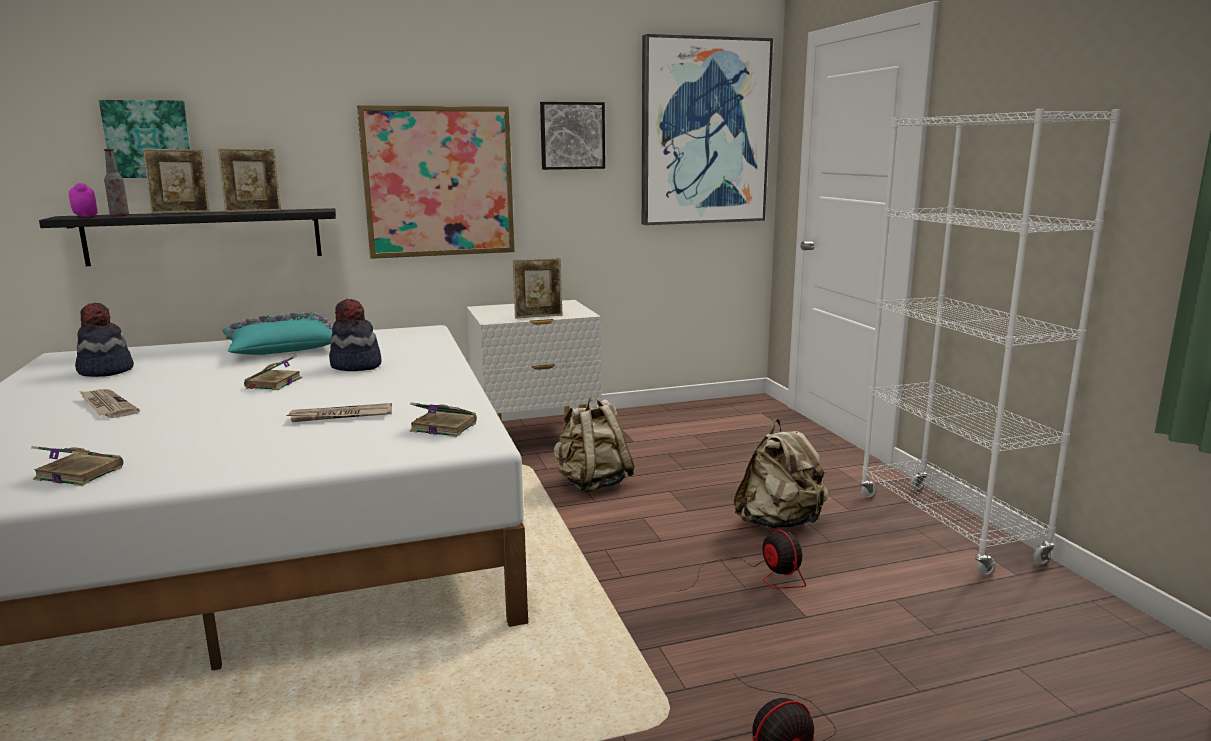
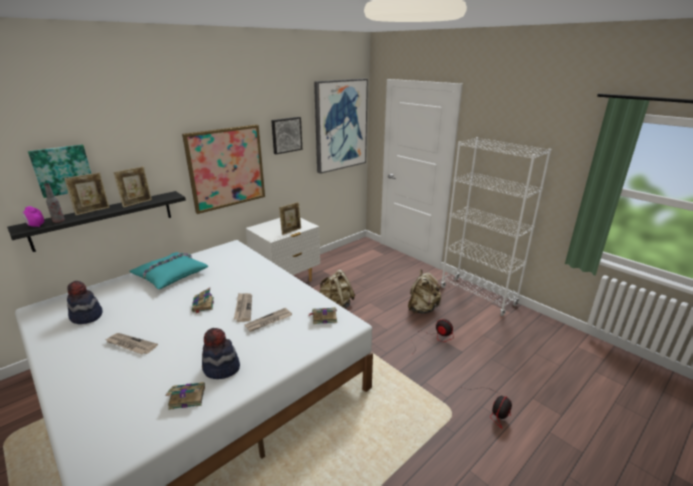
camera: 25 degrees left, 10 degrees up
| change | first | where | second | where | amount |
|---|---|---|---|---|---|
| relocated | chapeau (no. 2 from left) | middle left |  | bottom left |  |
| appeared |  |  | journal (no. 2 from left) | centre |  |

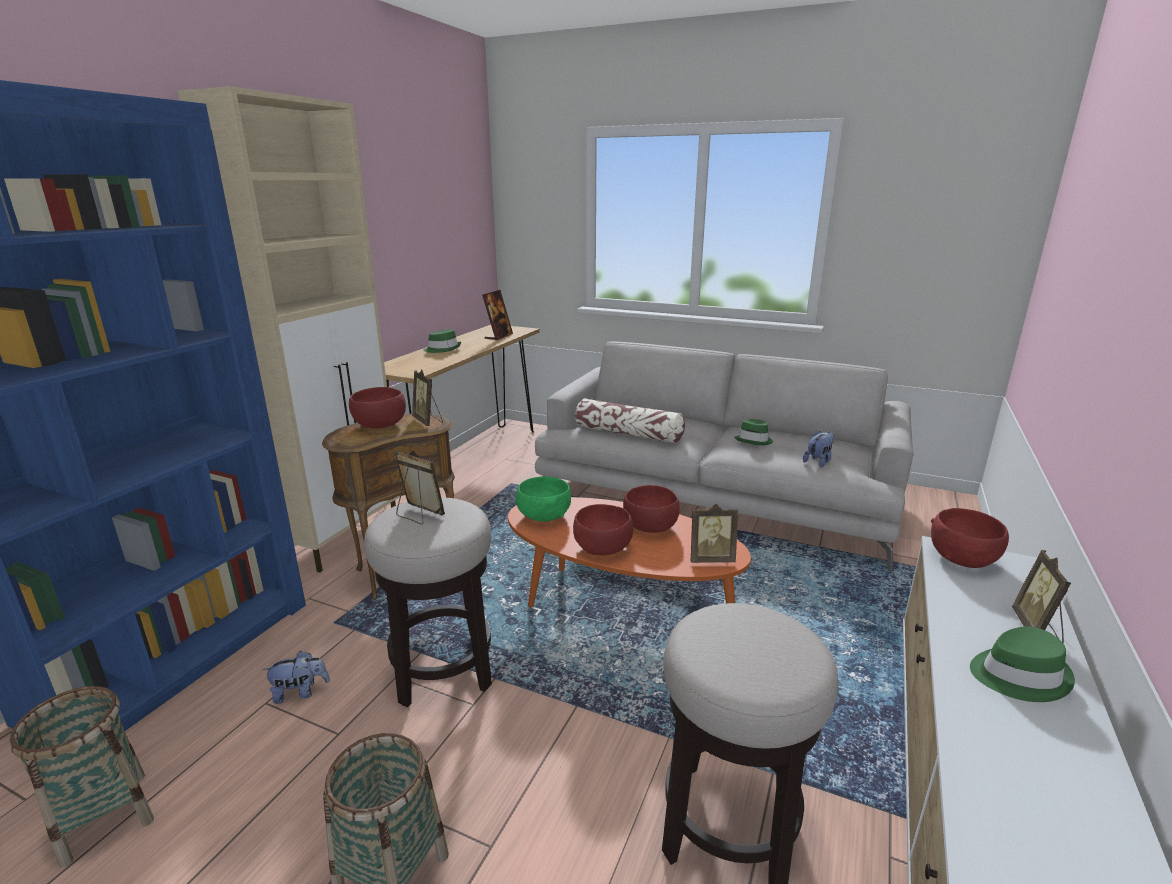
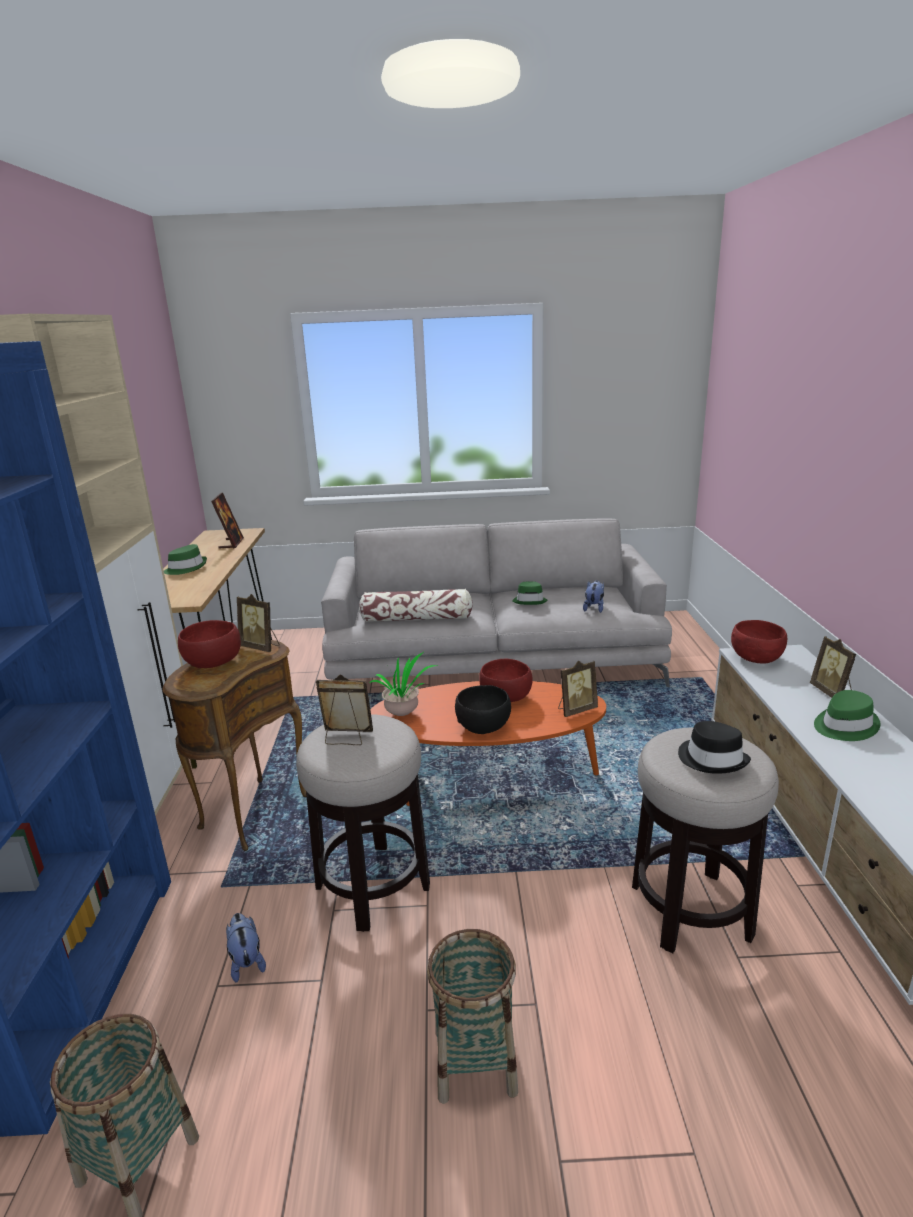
camera: 25 degrees left, 0 degrees up
| change | first | where | second | where | amount |
|---|---|---|---|---|---|
| spun | peluche (no. 1 from left) | bottom left |  | bottom left | 75 degrees counterclockwise |
| exchanged | bol [vert] | centre | plante en pot | centre |  |
| colour | bol [rouge] (no. 2 from left) | centre | bol [noir] | centre |  |
| appeared |  |  | chapeau [noir] | middle right |  |

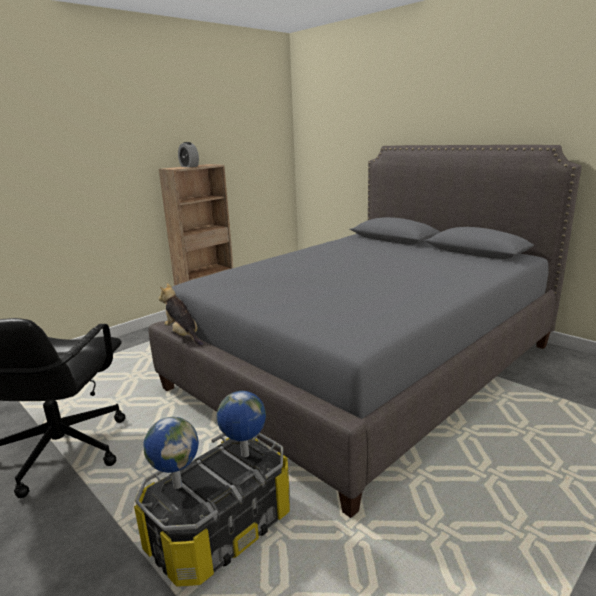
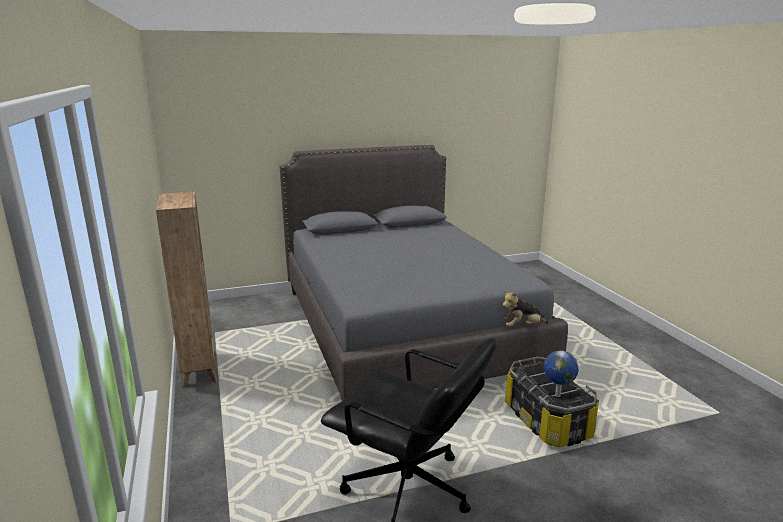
camera: 65 degrees left, 0 degrees up
| change | first | where | second | where | amount |
|---|---|---|---|---|---|
| relocated | peluche | middle left |  | middle right |  |
| missing | réveil | top left |  |  |  |
| missing | globe (no. 2 from left) | bottom centre |  |  |  |

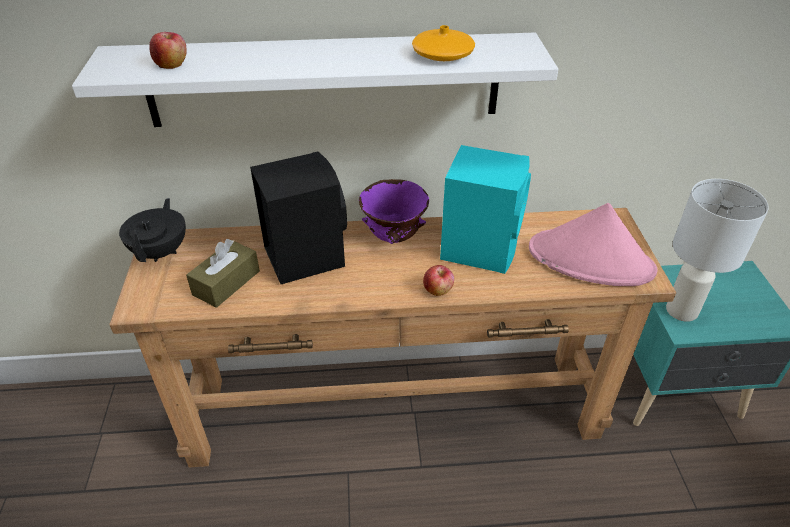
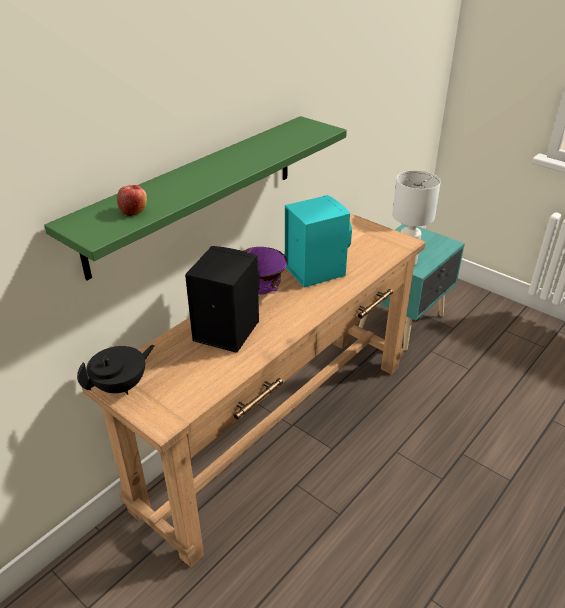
camera: 45 degrees left, 5 degrees down
| change | first | where | second | where | amount |
|---|---|---|---|---|---|
| colour | étagère [blanc] | top centre | étagère [vert] | top centre |  |
| spun | théière [noir] | middle left |  | middle left | 90 degrees clockwise |
| missing | boîte à mouchoirs [marron] | middle left |  |  |  |
| missing | vase [orange] | top centre |  |  |  |
| missing | pomme (no. 2 from left) | centre |  |  |  |
| missing | chapeau [rose] | middle right |  |  |  |

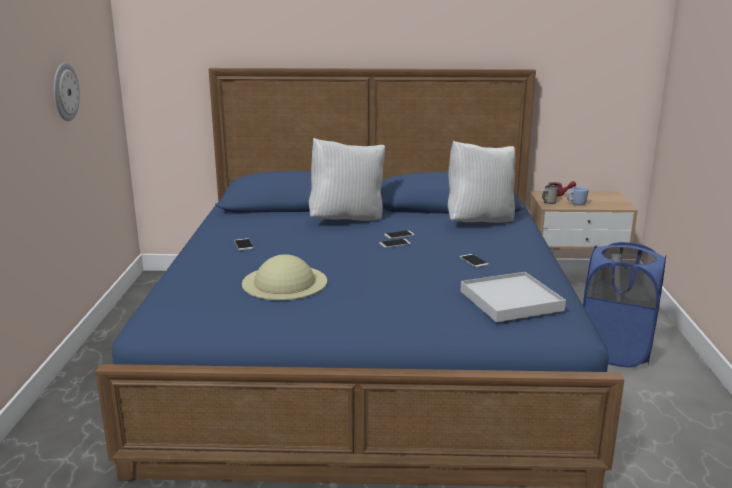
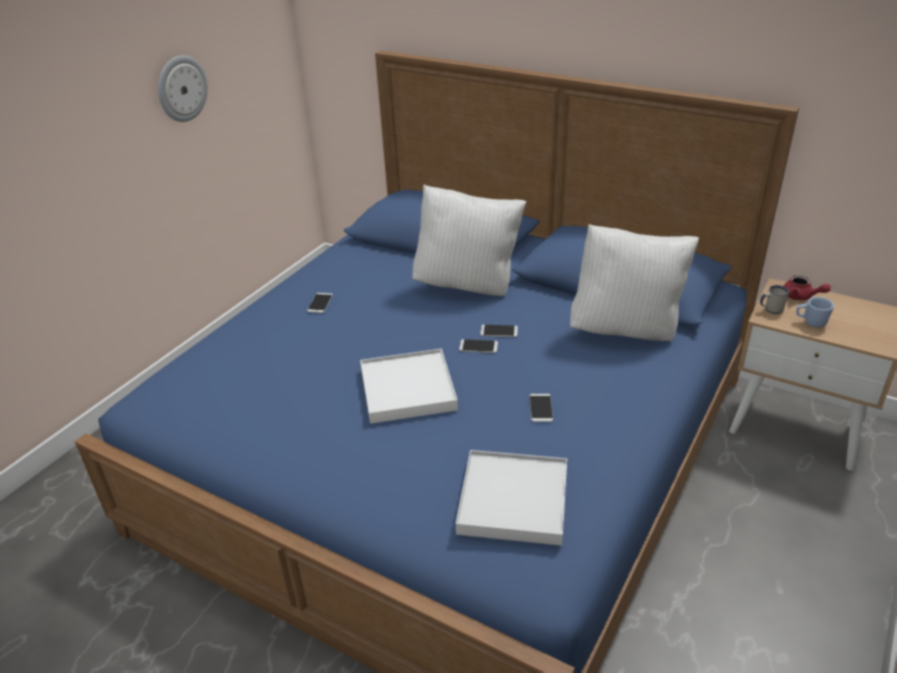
camera: 30 degrees right, 15 degrees up
| change | first | where | second | where | amount |
|---|---|---|---|---|---|
| missing | chapeau [beige] | centre |  |  |  |
| missing | panier à linge [bleu] | middle right |  |  |  |
| appeared |  |  | plateau [blanc] (no. 1 from left) | centre |  |

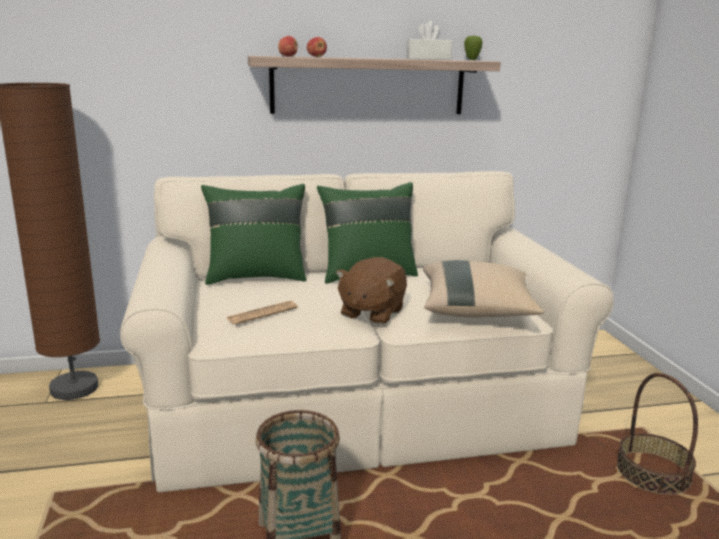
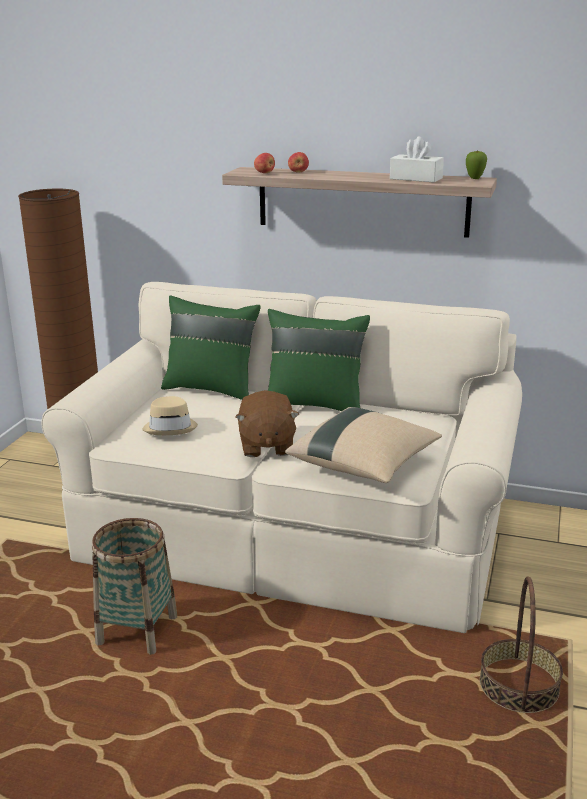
camera: 30 degrees right, 5 degrees up
| change | first | where | second | where | amount |
|---|---|---|---|---|---|
| exchanged | journal | centre | chapeau [beige] | middle left |  |
| spun | peluche [marron] | centre |  | centre | 60 degrees counterclockwise |

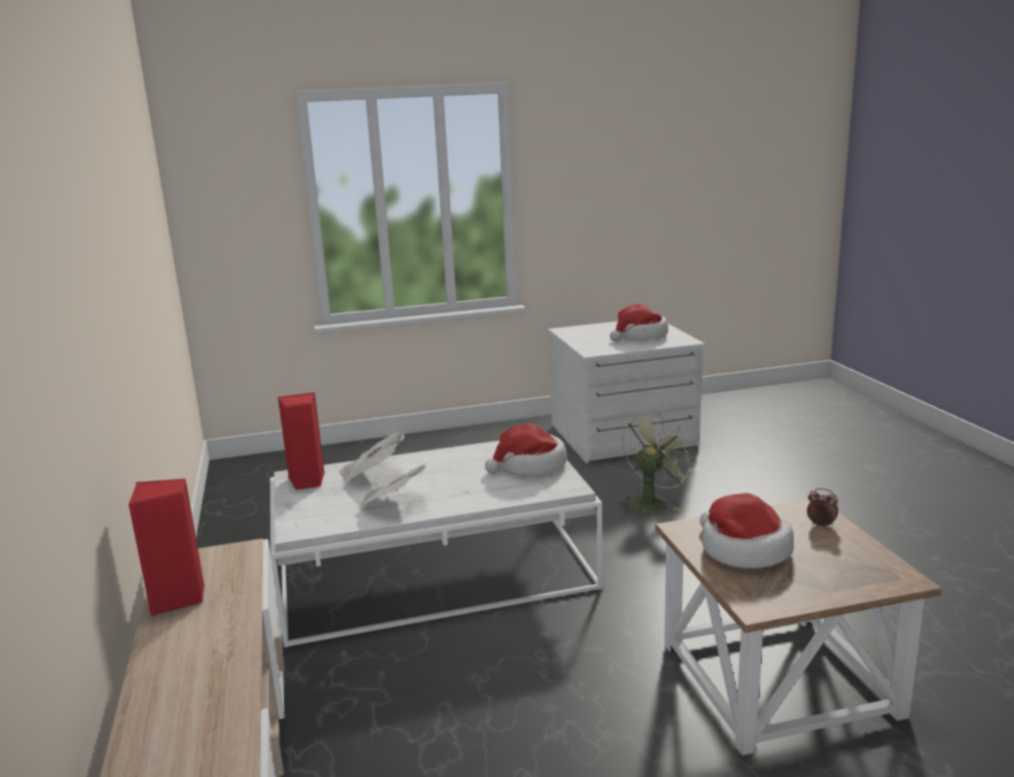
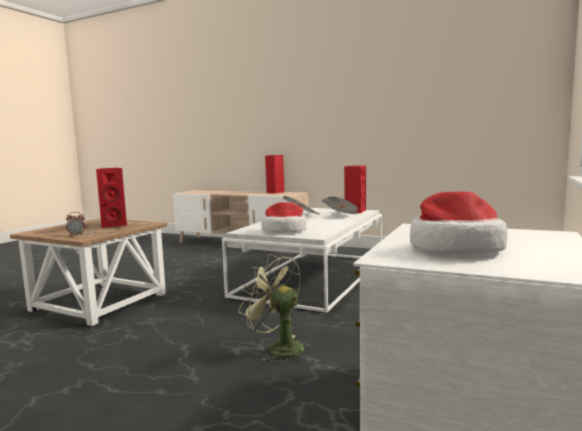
camera: 130 degrees right, 10 degrees down
| change | first | where | second | where | amount |
|---|---|---|---|---|---|
| spun | ventilateur [vert] | centre |  | bottom centre | 135 degrees clockwise |
| exchanged | chapeau (no. 3 from left) | bottom right | enceinte [rouge] (no. 1 from left) | middle left |  |

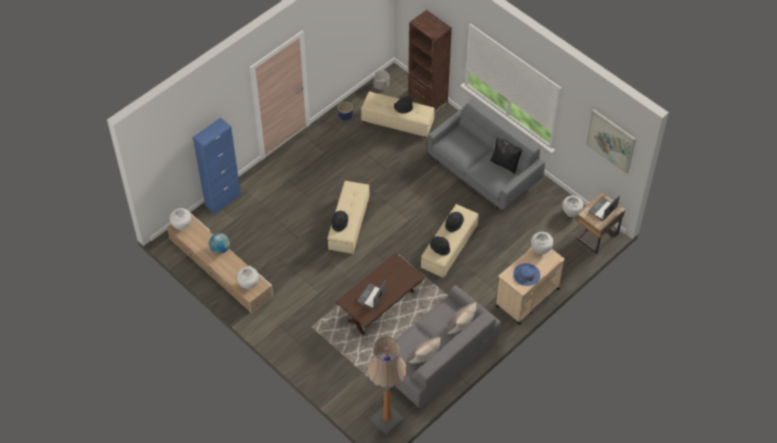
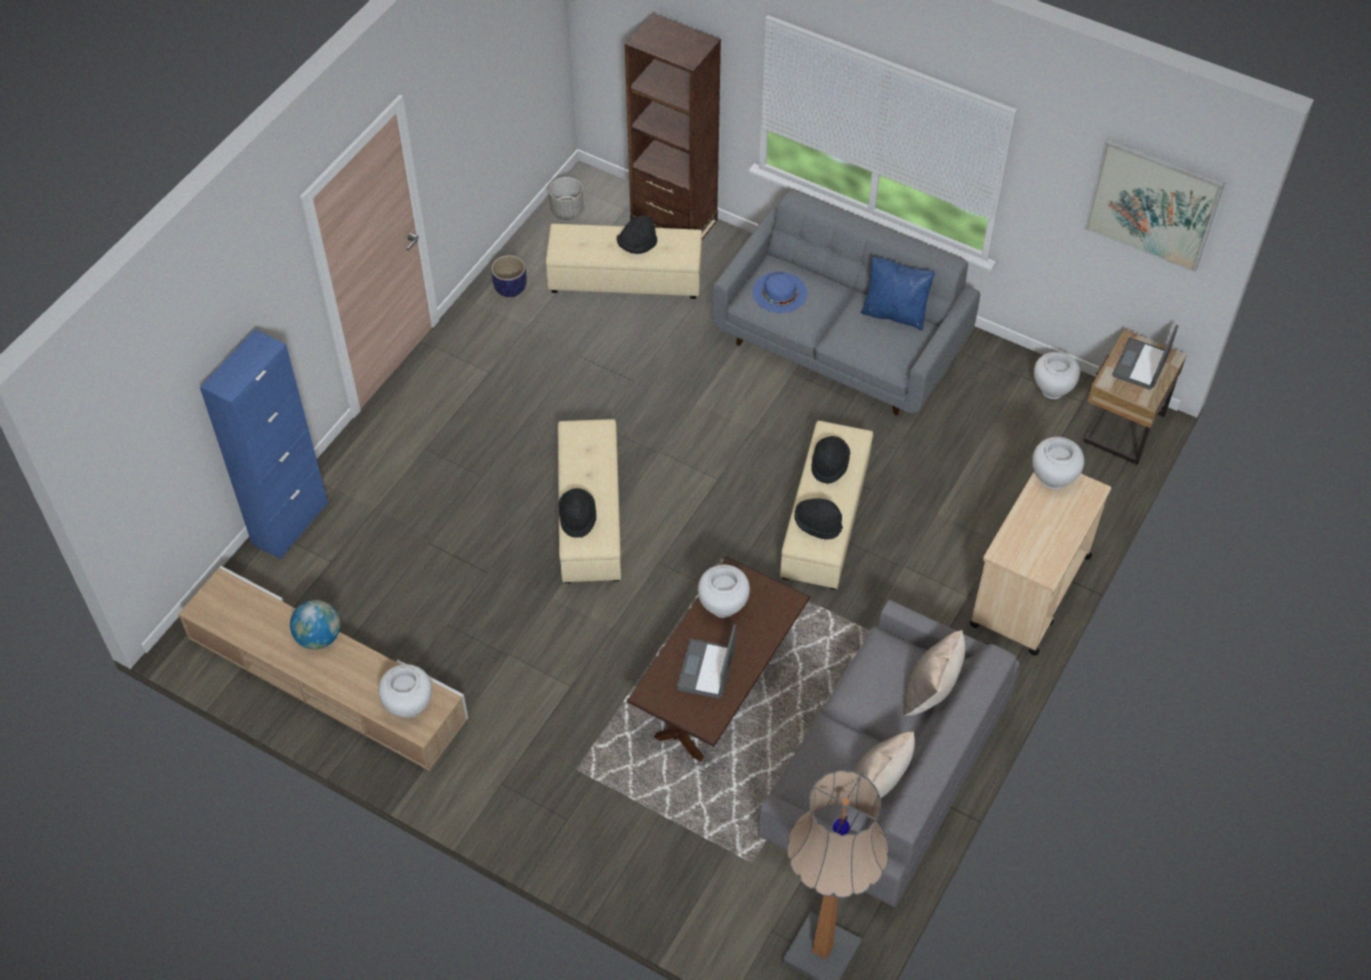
camera: 15 degrees left, 0 degrees up
| change | first | where | second | where | amount |
|---|---|---|---|---|---|
| relocated | vase [blanc] (no. 1 from left in the first image) | middle left | vase [blanc] (no. 2 from left) | centre |  |
| colour | coussin [noir] | centre | coussin [bleu] | top centre |  |
| relocated | chapeau [bleu] | middle right |  | top centre |  |

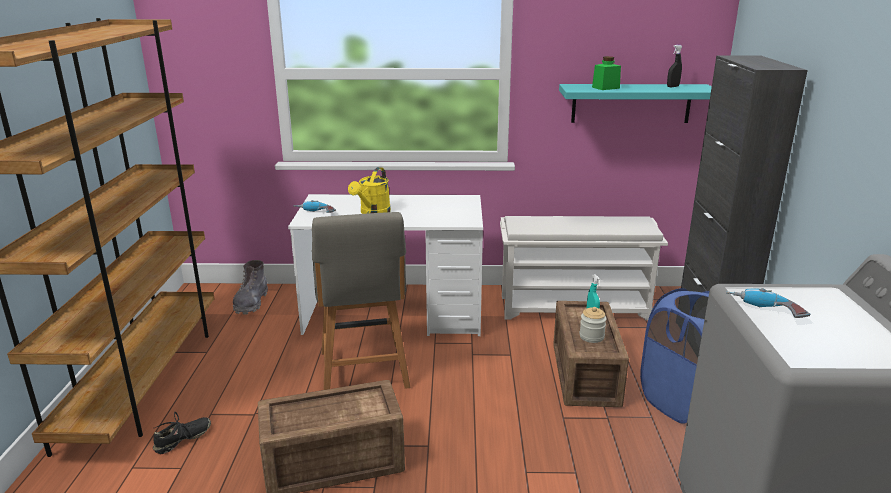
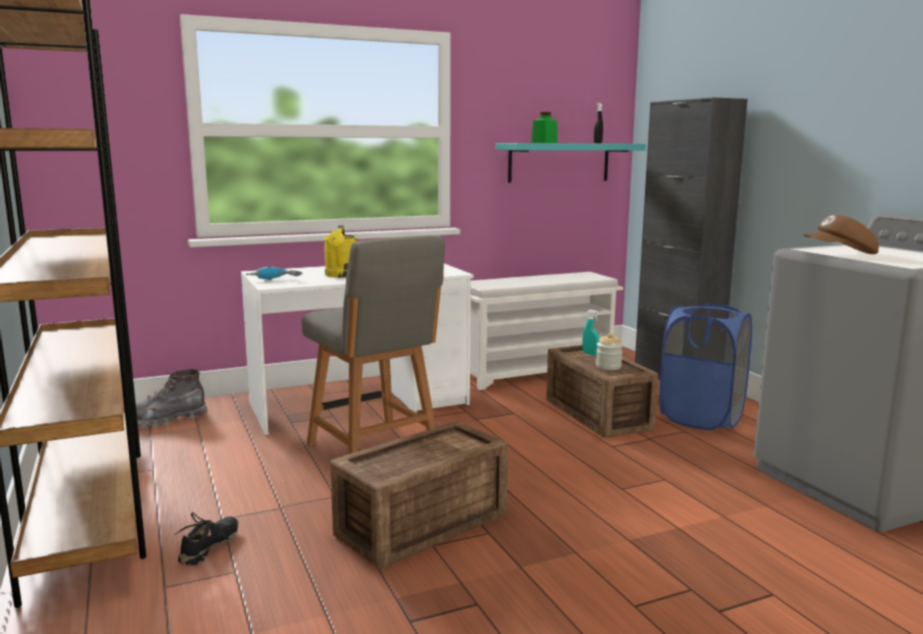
camera: 25 degrees left, 10 degrees down
| change | first | where | second | where | amount |
|---|---|---|---|---|---|
| spun | botte [gris] | middle left |  | middle left | 75 degrees clockwise |
| exchanged | perceuse (no. 2 from left) | middle right | casquette [marron] | middle right |  |

